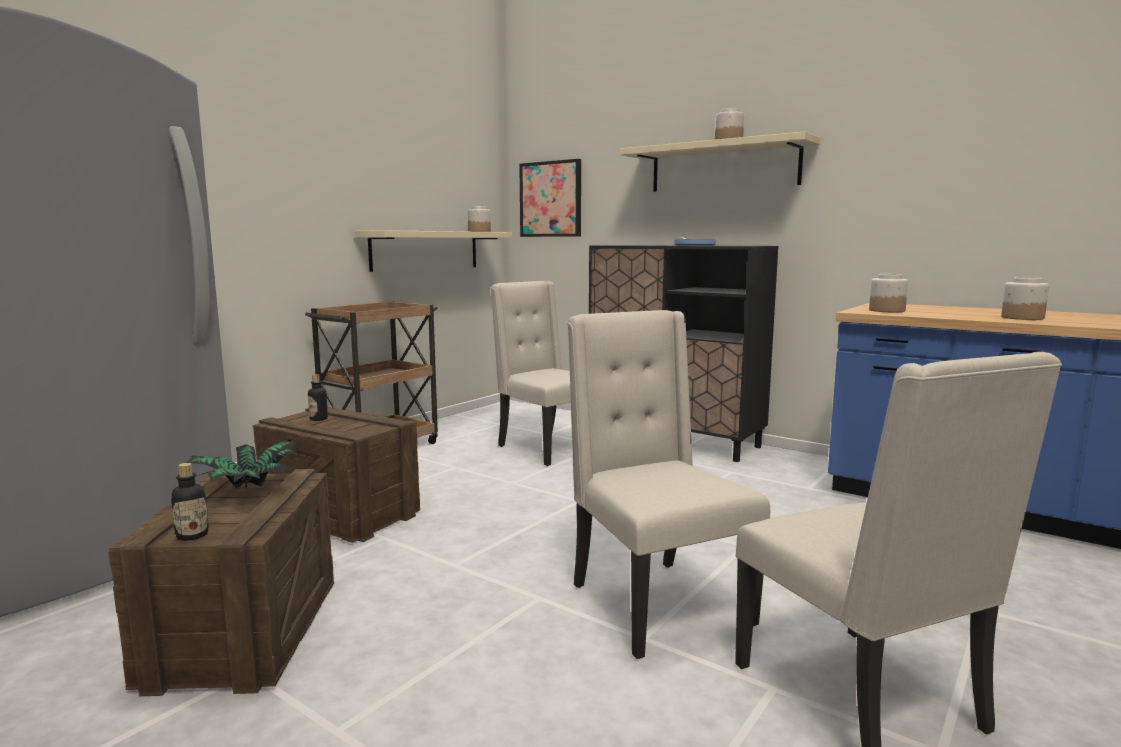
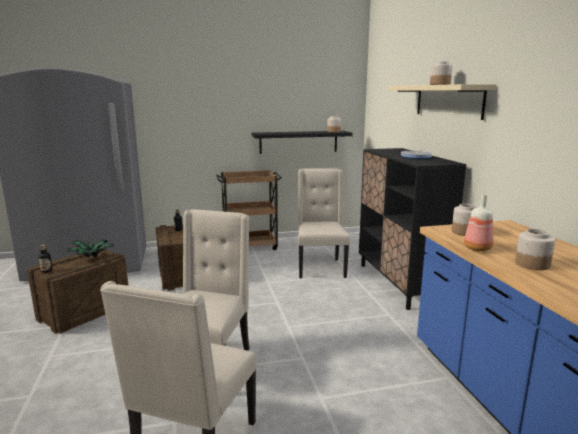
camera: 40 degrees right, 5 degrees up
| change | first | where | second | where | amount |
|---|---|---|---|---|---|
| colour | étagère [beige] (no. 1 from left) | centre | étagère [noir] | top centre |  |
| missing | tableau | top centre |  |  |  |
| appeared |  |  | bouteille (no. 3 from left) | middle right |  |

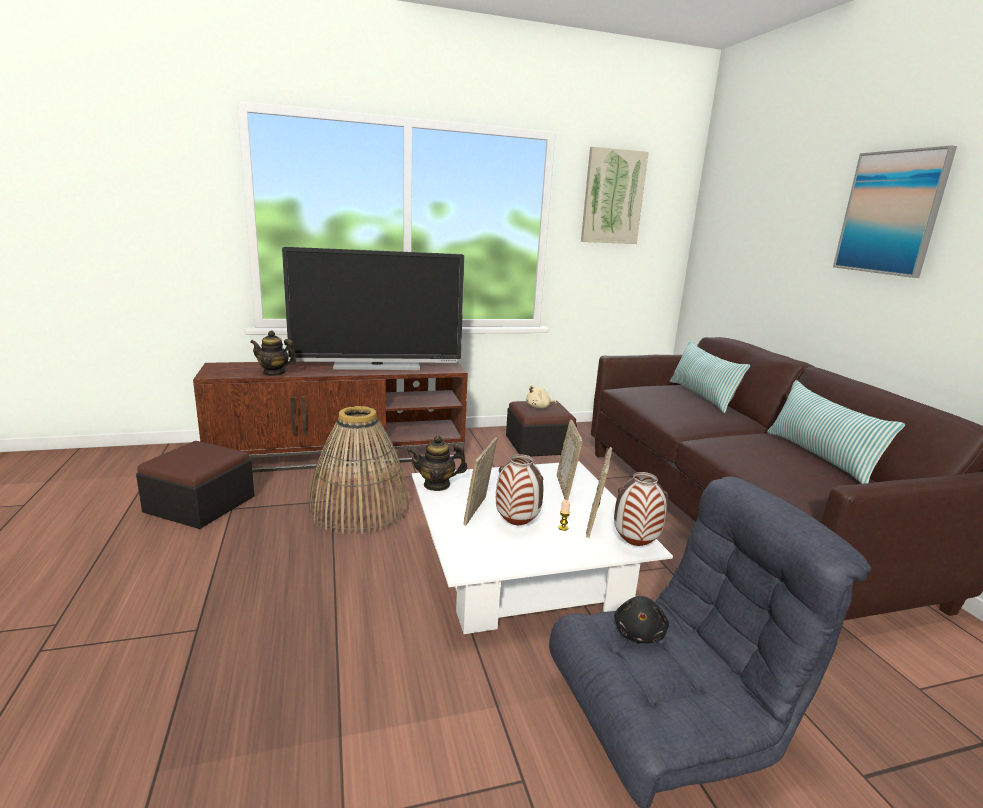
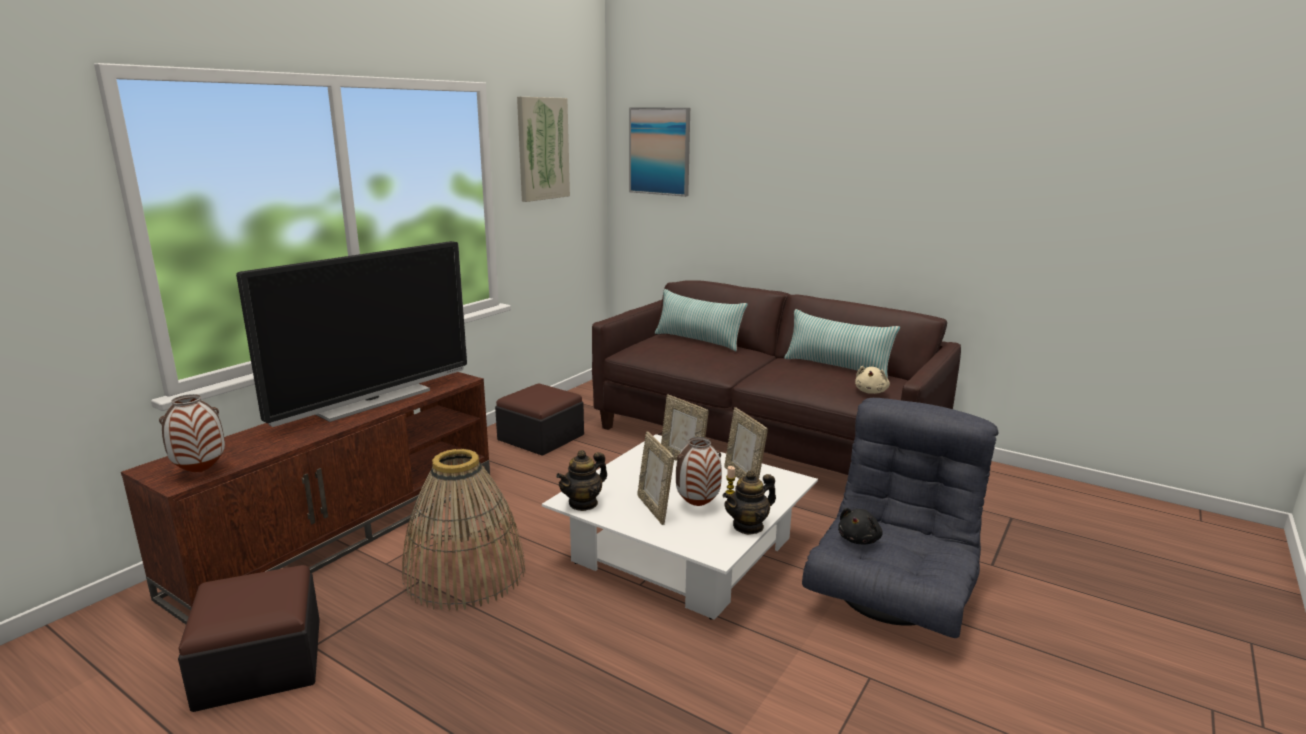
camera: 40 degrees left, 0 degrees up
| change | first | where | second | where | amount |
|---|---|---|---|---|---|
| relocated | théière (no. 1 from left in the first image) | middle left | théière (no. 2 from left) | bottom centre |  |
| relocated | peluche [beige] | centre |  | middle right |  |
| relocated | vase (no. 2 from left in the first image) | centre | vase (no. 1 from left) | middle left |  |
| spun | peluche [noir] | bottom centre |  | bottom centre | 60 degrees clockwise |
| relocated | tableau (no. 2 from left) | top right |  | top centre |  |

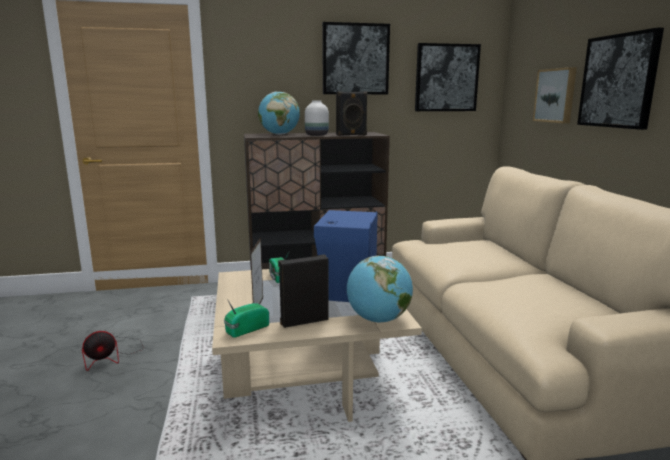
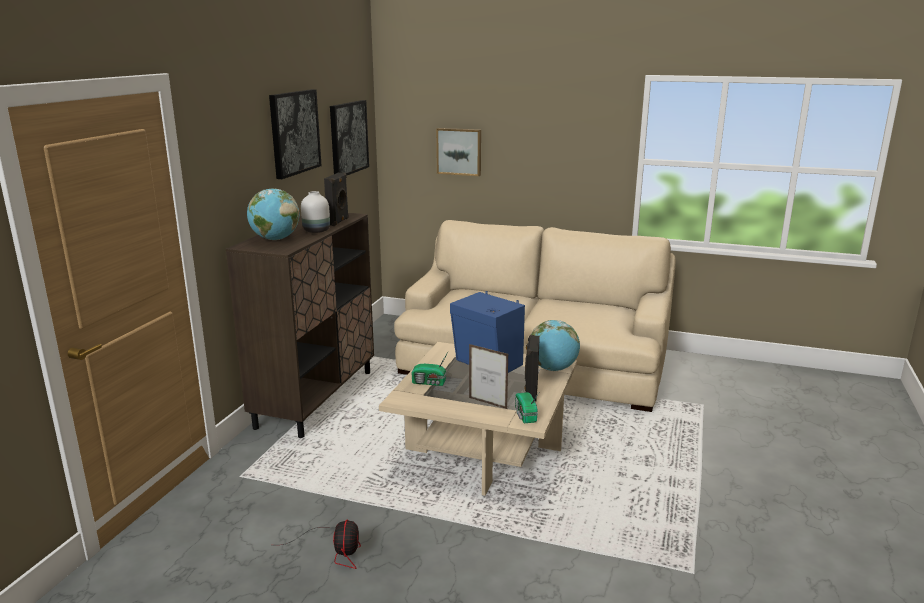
camera: 60 degrees left, 5 degrees up
| change | first | where | second | where | amount |
|---|---|---|---|---|---|
| missing | tableau (no. 4 from left) | top right |  |  |  |

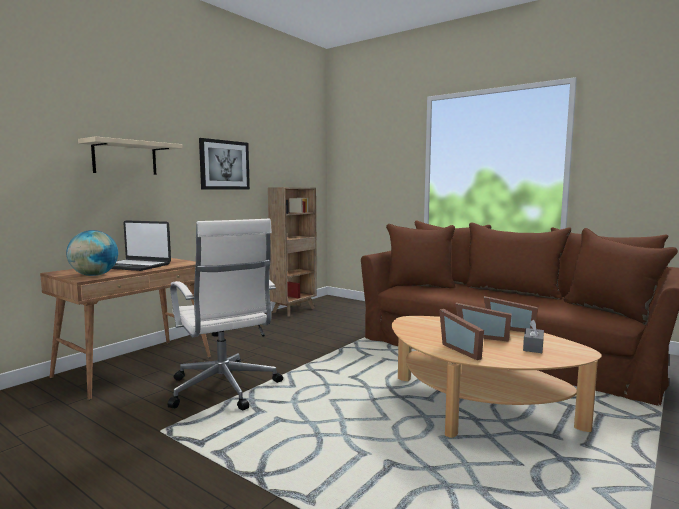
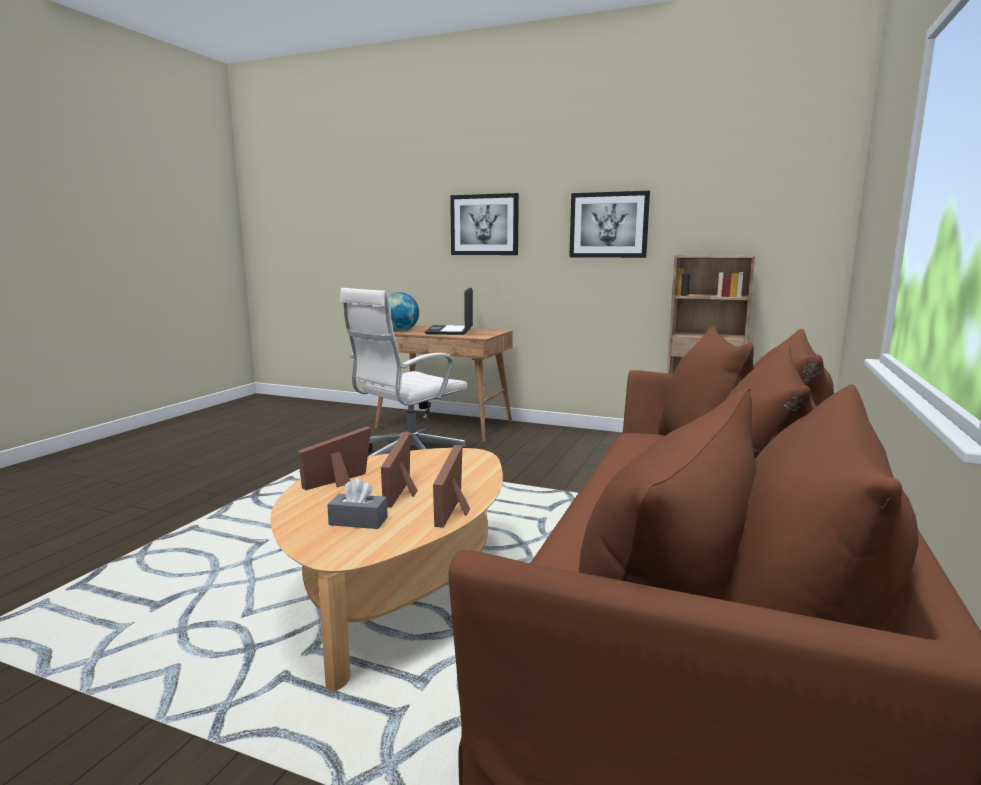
camera: 75 degrees right, 5 degrees up
| change | first | where | second | where | amount |
|---|---|---|---|---|---|
| exchanged | étagère [beige] | top left | tableau (no. 1 from left) | top centre |  |

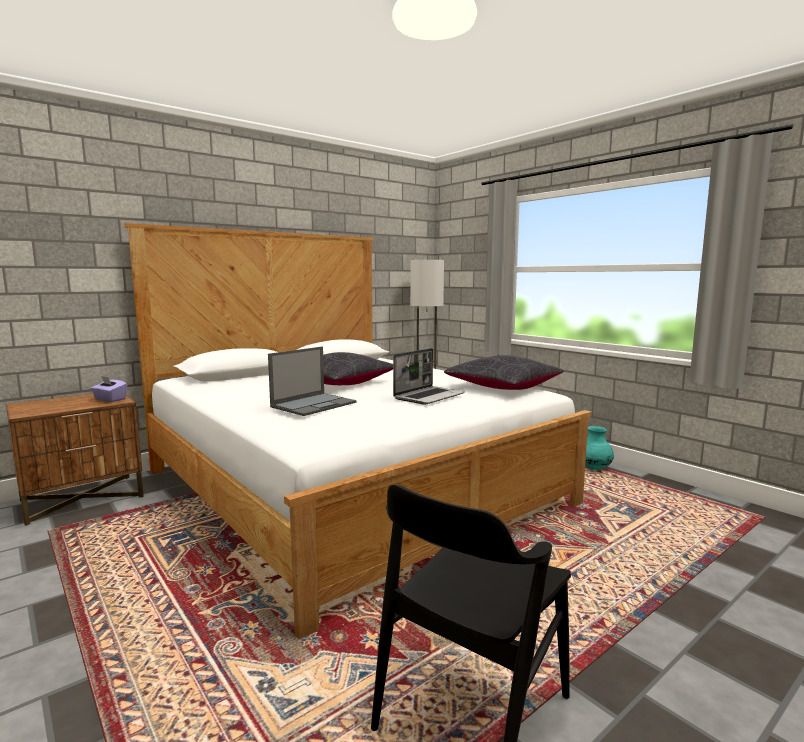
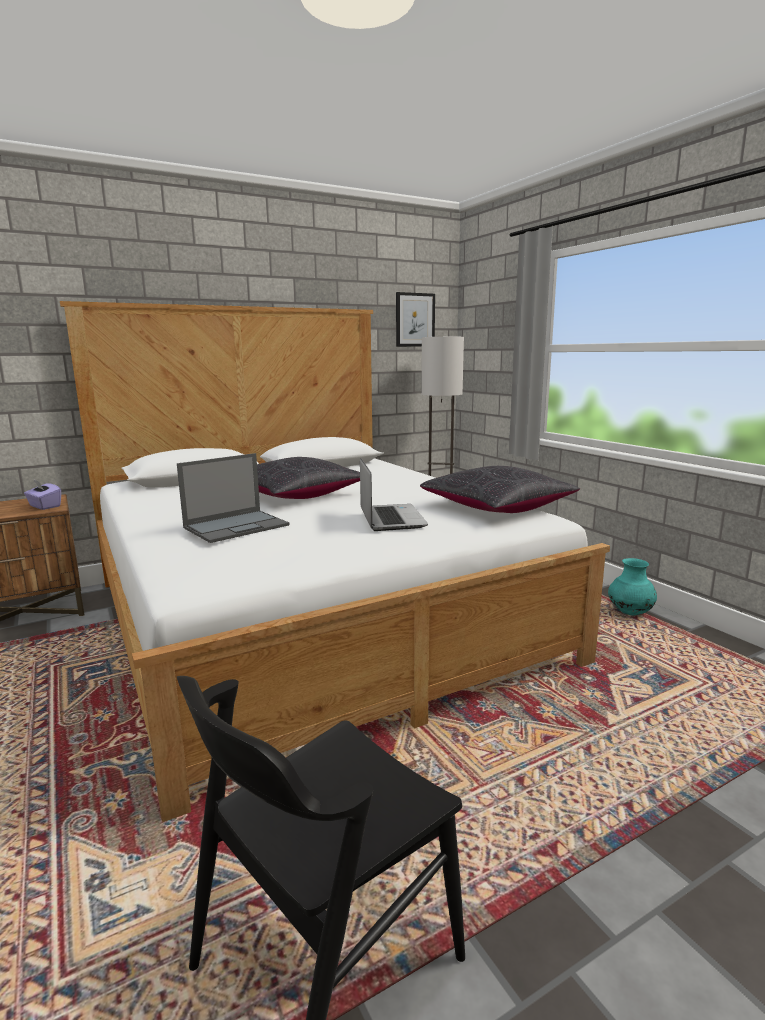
camera: 10 degrees right, 5 degrees up
| change | first | where | second | where | amount |
|---|---|---|---|---|---|
| spun | ordinateur portable (no. 2 from left) | centre |  | centre | 60 degrees counterclockwise |
| appeared |  |  | tableau | top centre |  |

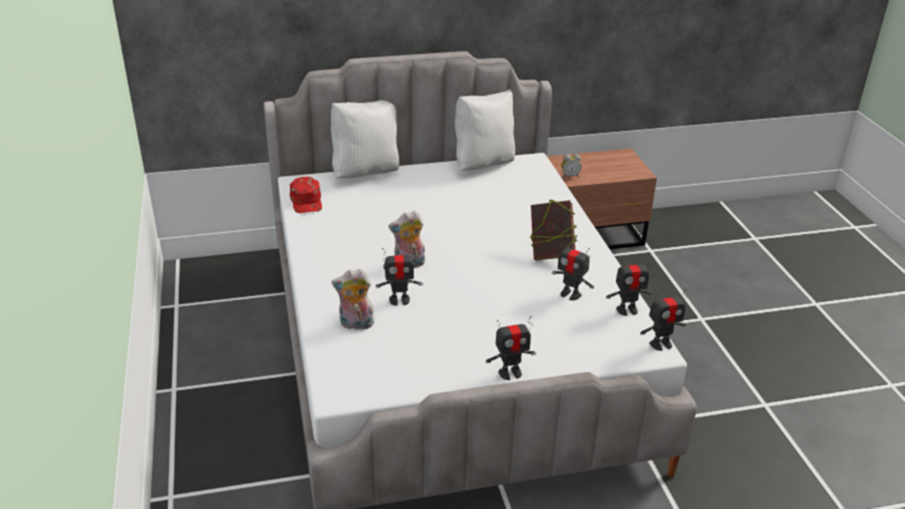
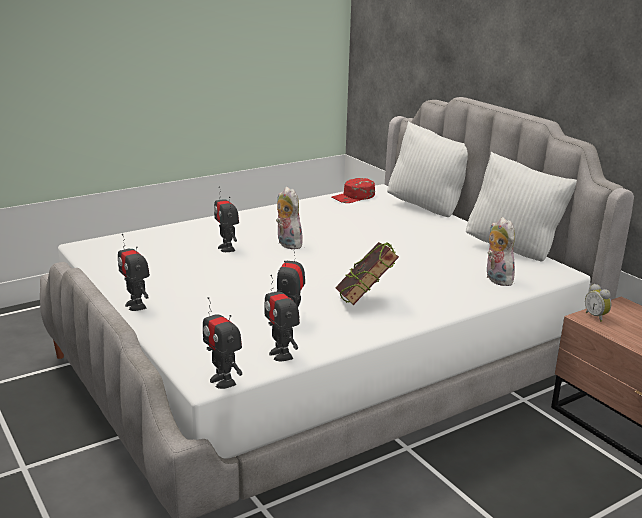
camera: 70 degrees right, 10 degrees down
| change | first | where | second | where | amount |
|---|---|---|---|---|---|
| relocated | peluche (no. 1 from left in the first image) | centre | peluche (no. 2 from left) | middle right |  |

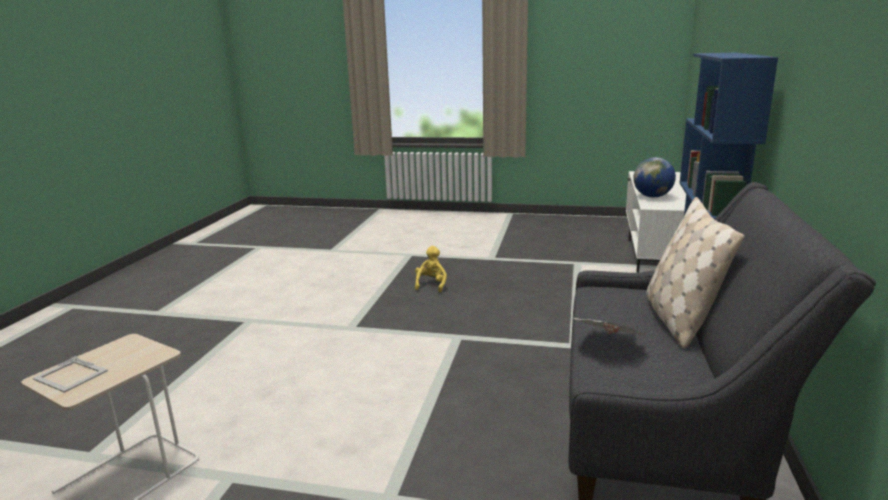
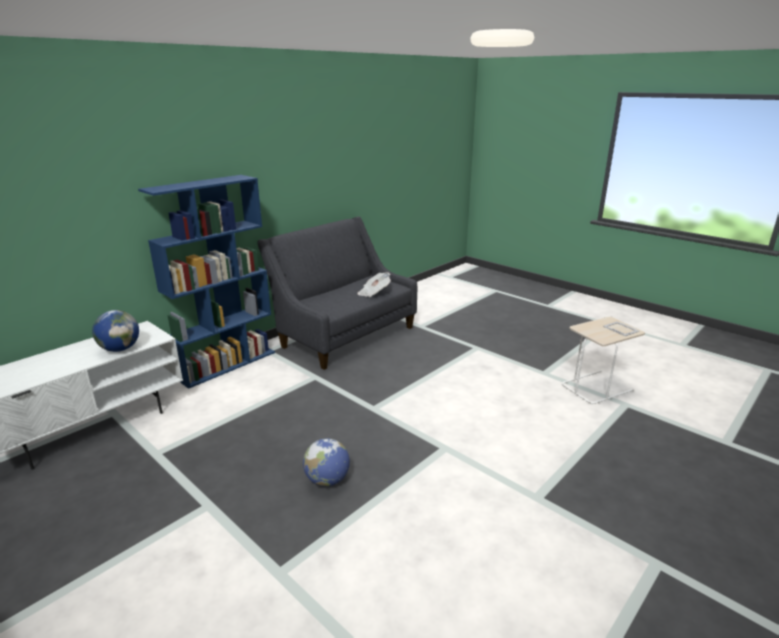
camera: 150 degrees left, 5 degrees up
| change | first | where | second | where | amount |
|---|---|---|---|---|---|
| exchanged | peluche [jaune] | centre | globe (no. 2 from left) | bottom centre |  |
| missing | coussin [beige] | middle right |  |  |  |

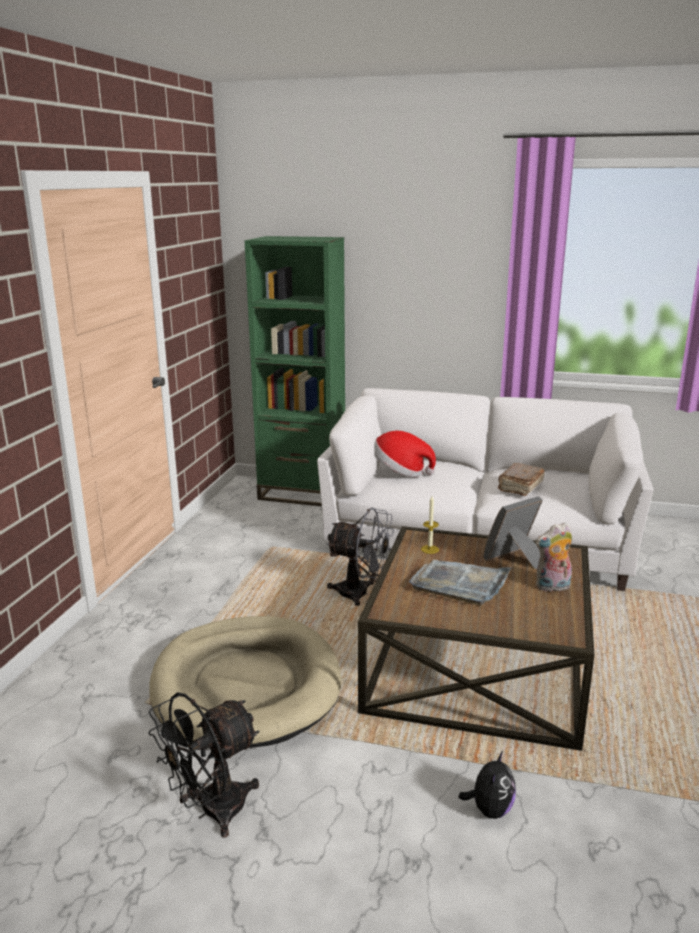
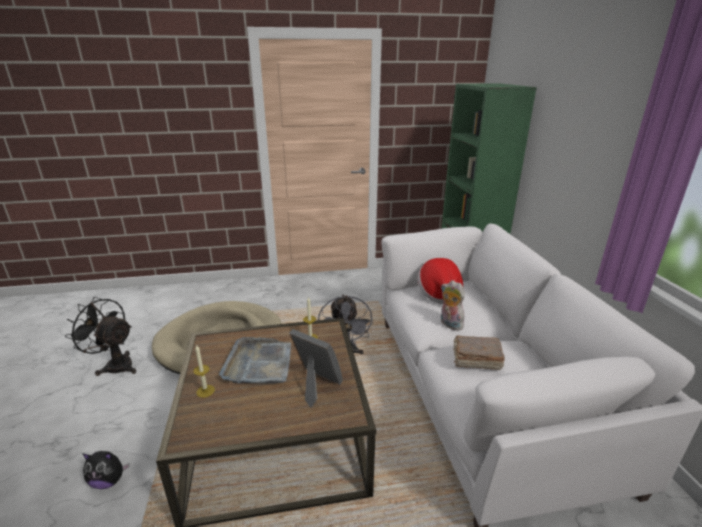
camera: 65 degrees right, 5 degrees up
| change | first | where | second | where | amount |
|---|---|---|---|---|---|
| relocated | peluche (no. 2 from left) | middle right |  | centre |  |
| appeared |  |  | bougie (no. 1 from left) | bottom left |  |

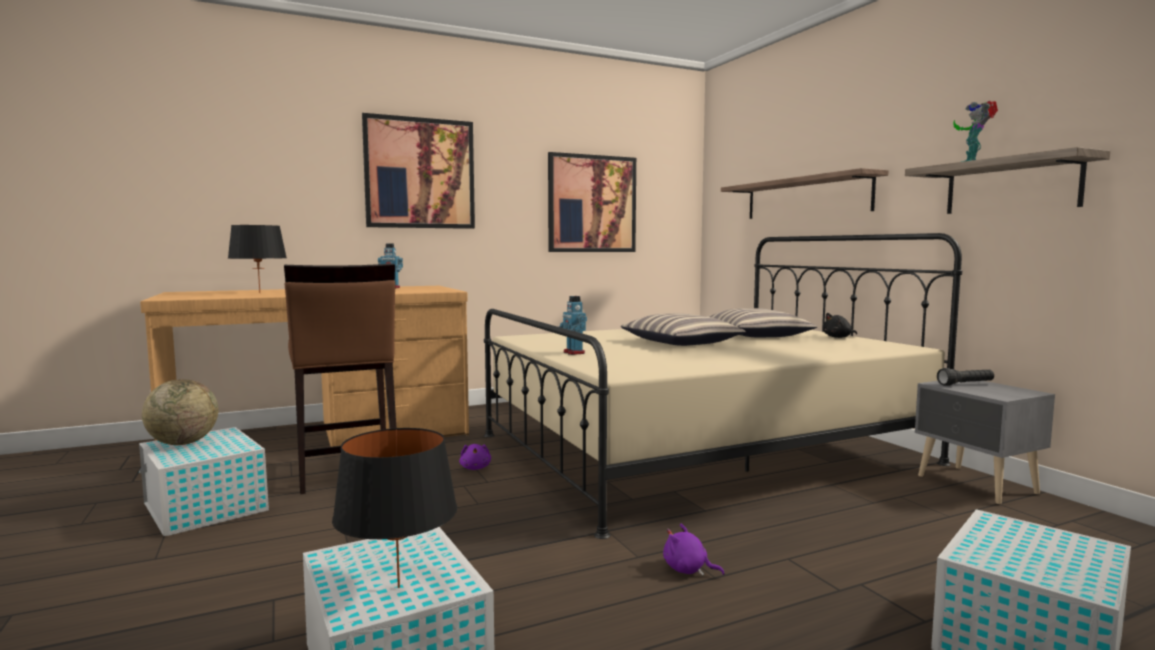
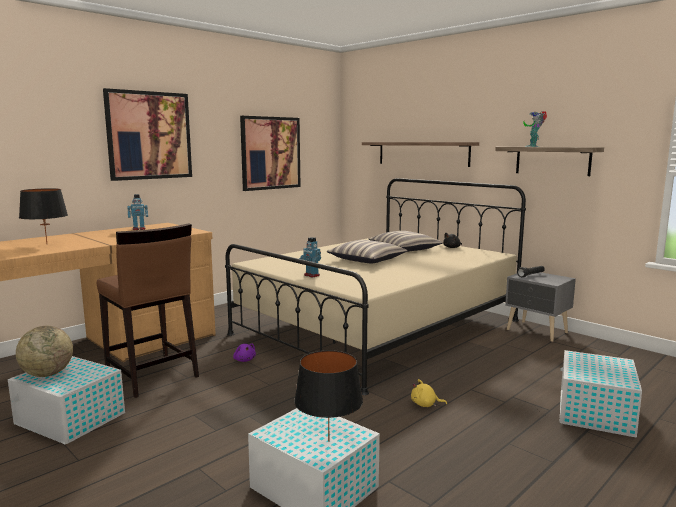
camera: 20 degrees left, 5 degrees up
| change | first | where | second | where | amount |
|---|---|---|---|---|---|
| colour | peluche [violet] (no. 2 from left) | bottom centre | peluche [jaune] | bottom centre |  |

